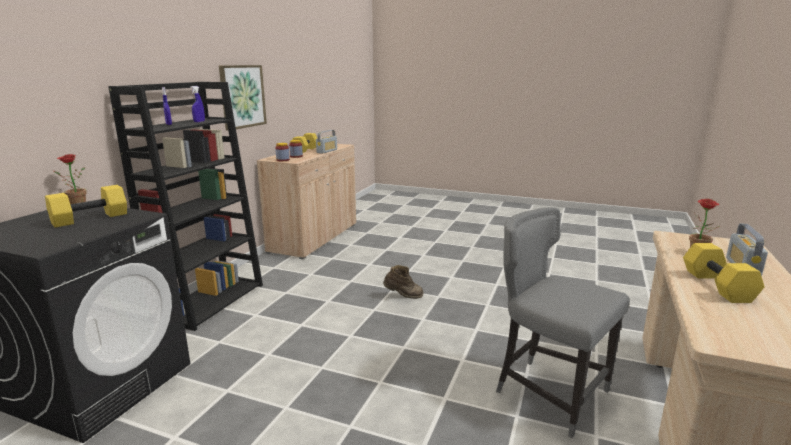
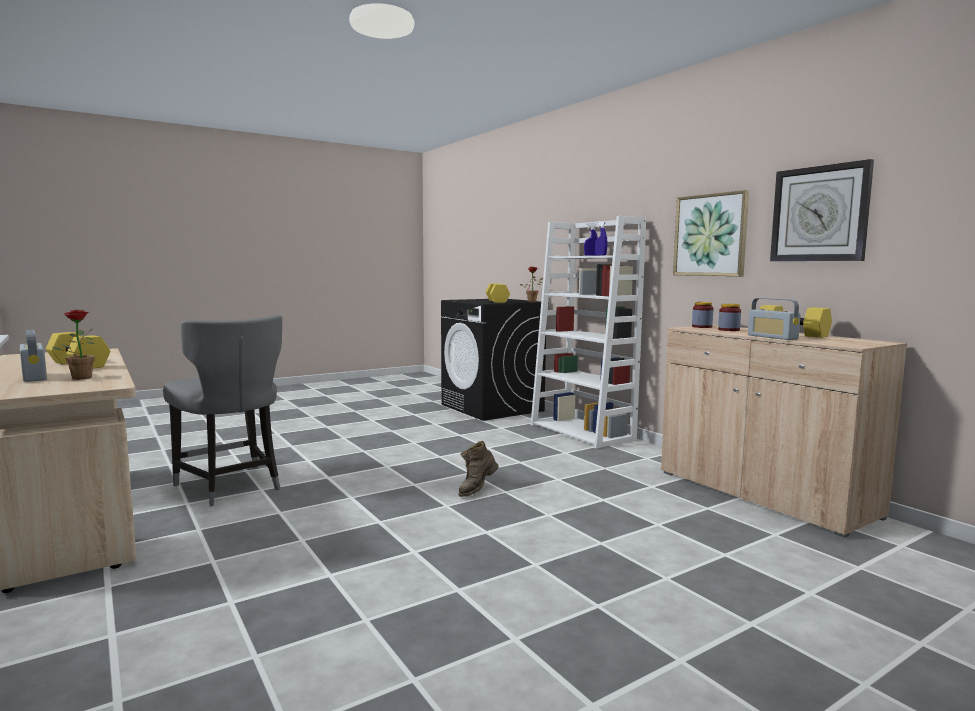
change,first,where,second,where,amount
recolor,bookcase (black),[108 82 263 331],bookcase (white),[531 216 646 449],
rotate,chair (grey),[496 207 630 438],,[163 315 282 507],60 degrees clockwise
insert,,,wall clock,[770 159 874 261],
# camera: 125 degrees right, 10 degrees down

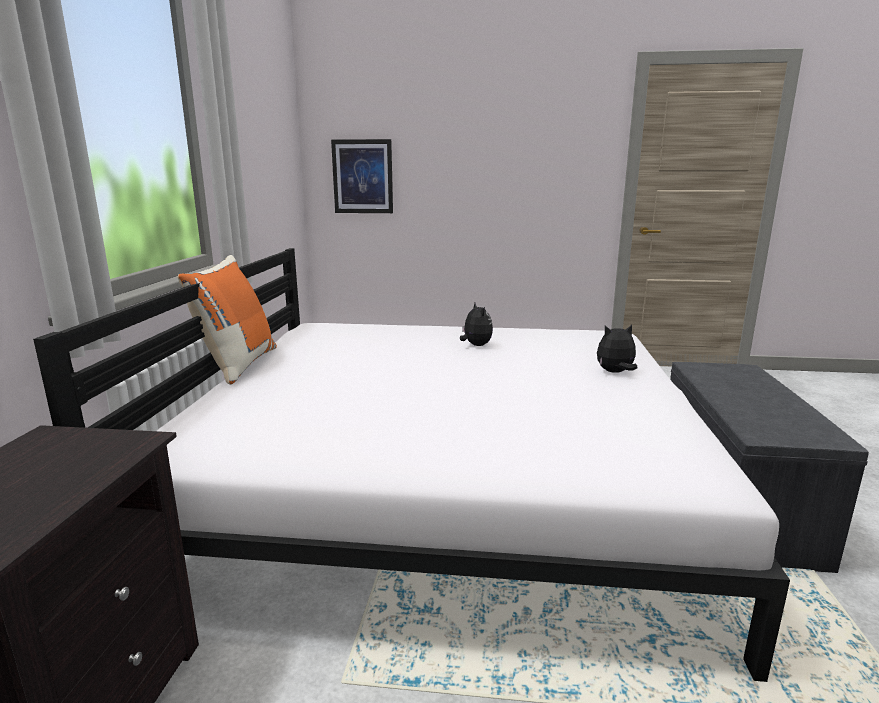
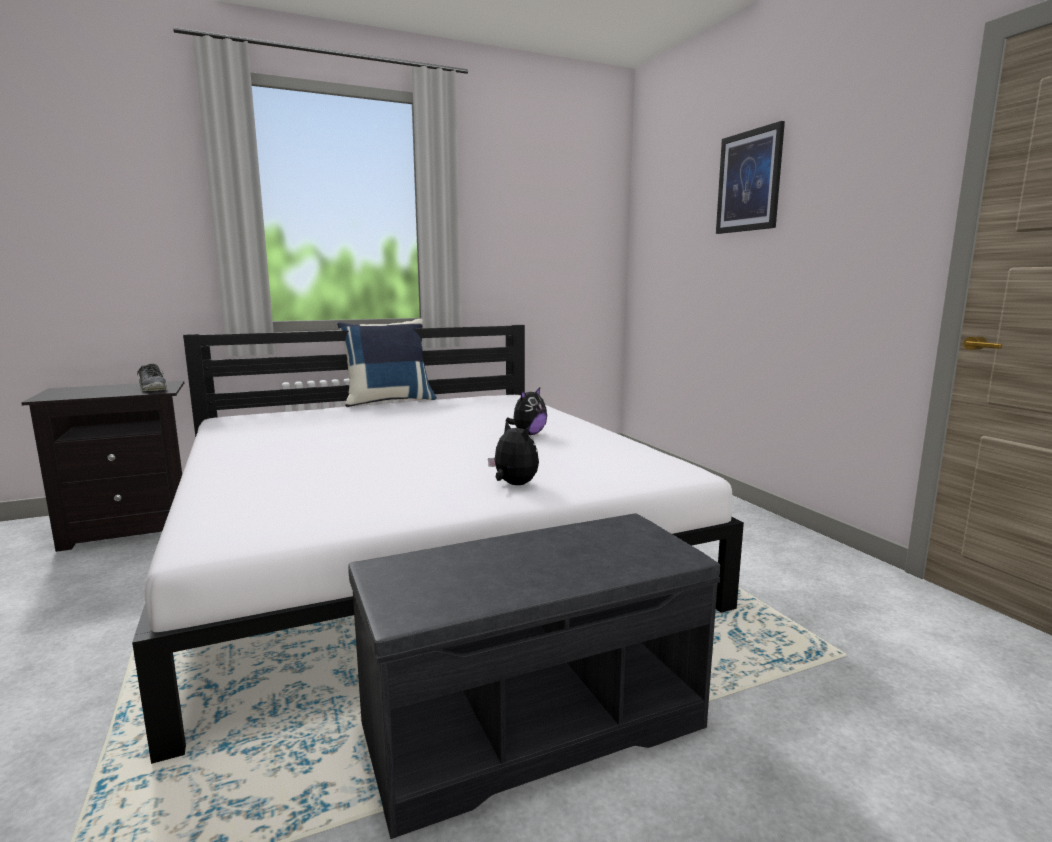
change,first,where,second,where,amount
move,picture,[331 139 393 213],,[716 121 785 234],
recolor,pillow (orange),[178 255 277 385],pillow (blue),[337 319 437 407],
insert,,,shoe,[137 364 167 391],
# camera: 60 degrees right, 5 degrees down

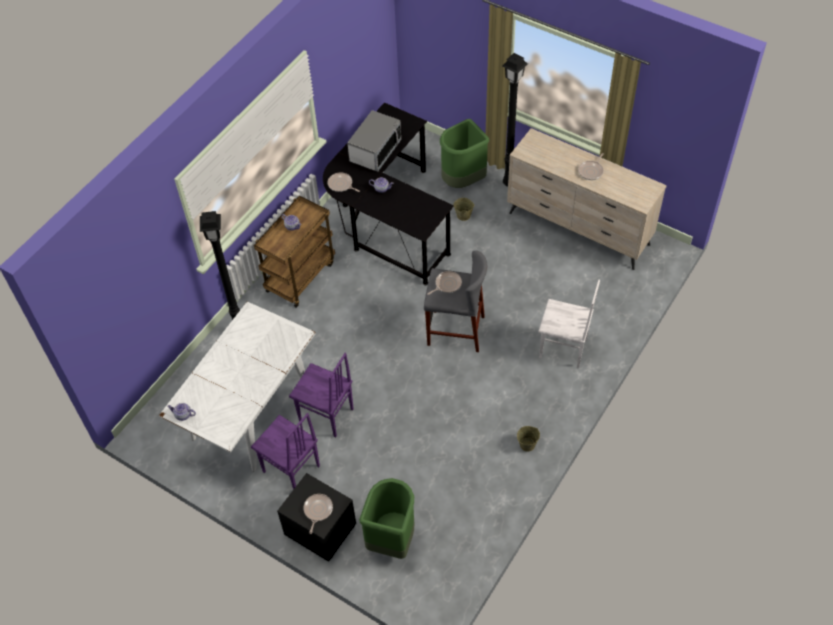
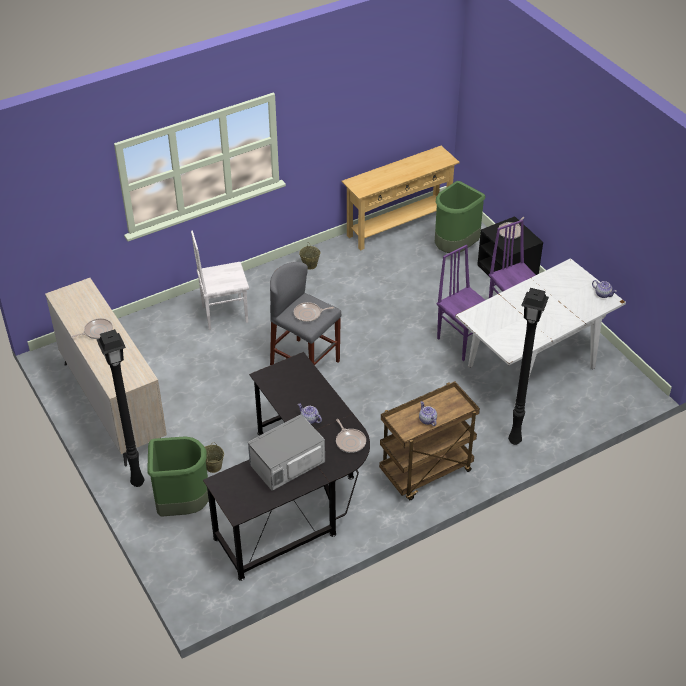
change,first,where,second,where,amount
rotate,chair (white),[538 280 600 368],,[191 231 249 330],60 degrees counterclockwise
insert,,,console table (beige),[342 146 460 251],
# camera: 155 degrees left, 10 degrees down

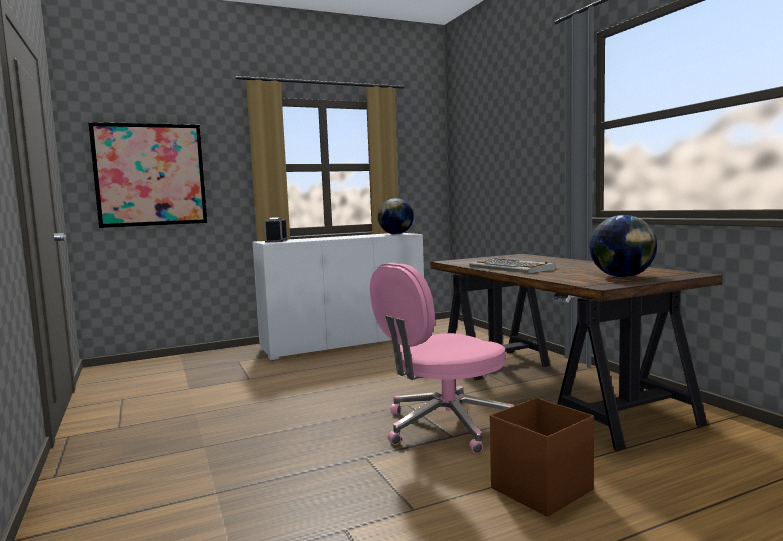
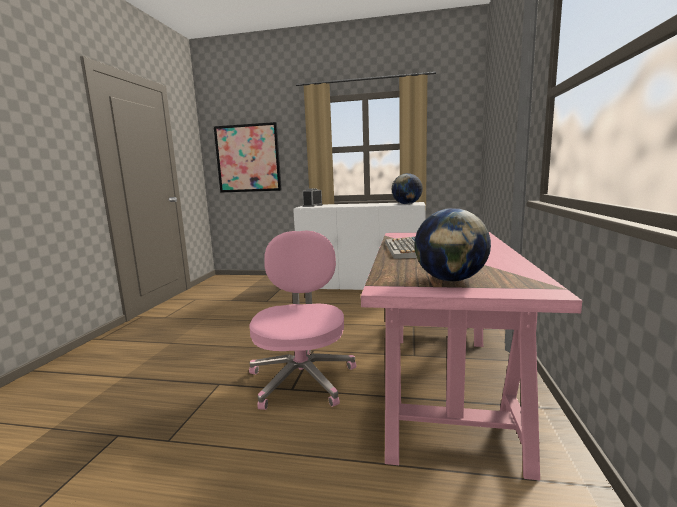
change,first,where,second,where,amount
recolor,desk (brown),[431 254 723 451],desk (pink),[361 232 582 480],
rotate,office chair (pink),[370 262 515 454],,[249 231 356 410],90 degrees clockwise
delete,storage box (brown),[490 398 594 517],,,
# camera: 35 degrees right, 5 degrees up

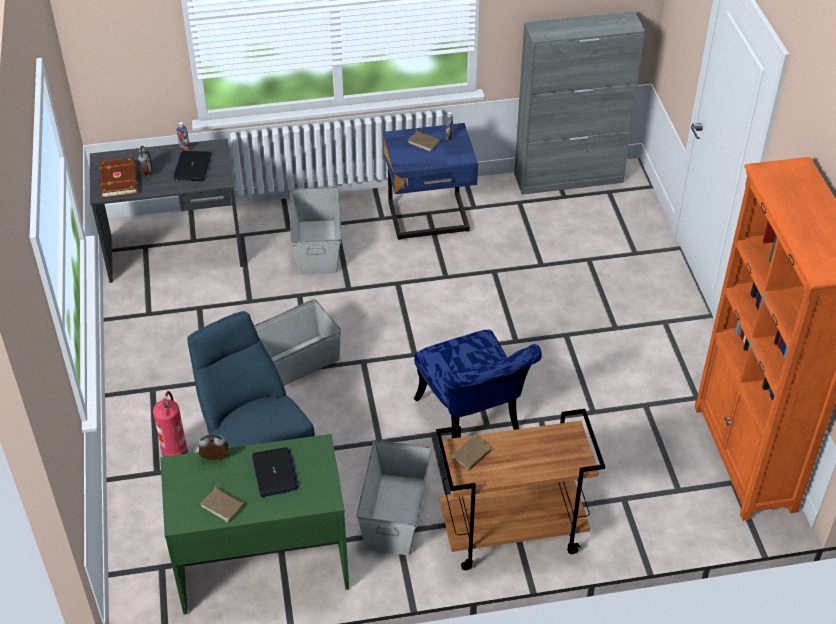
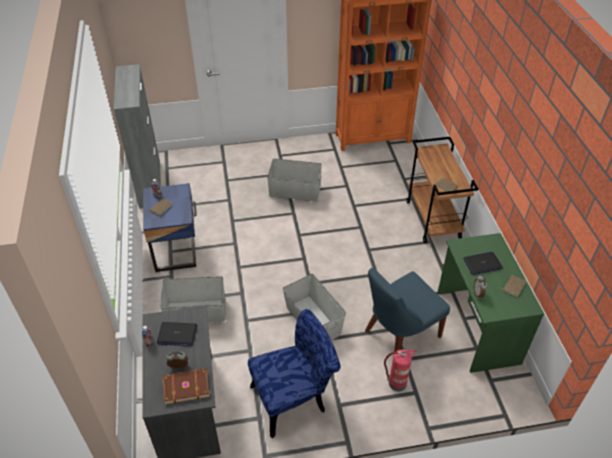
change,first,where,second,where,amount
move,chair (blue),[414 330 542 438],,[248 309 341 438],
move,storage box (grey),[356 440 431 555],,[267 158 322 201],
# camera: 90 degrees left, 0 degrees up

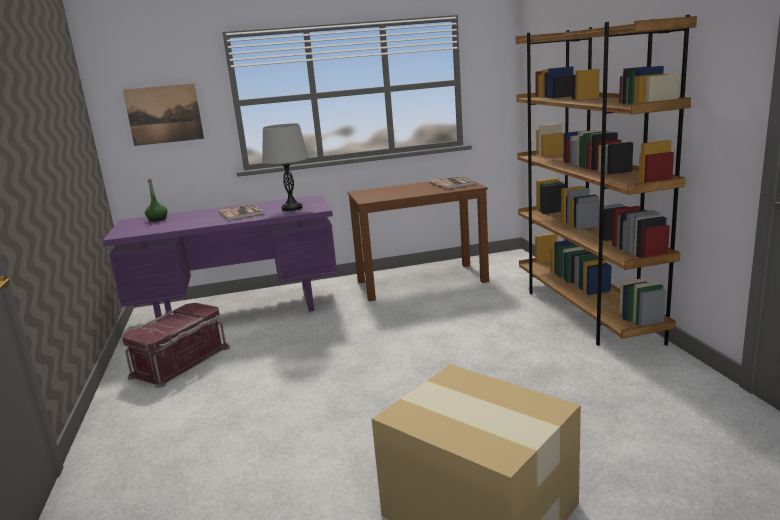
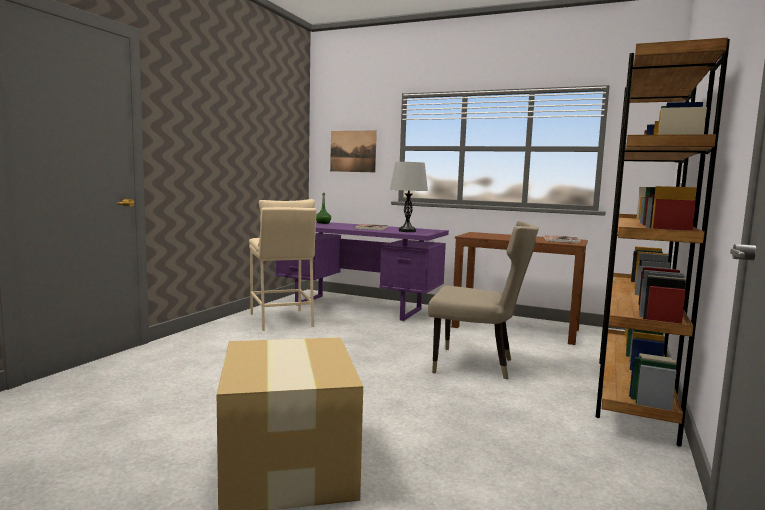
change,first,where,second,where,amount
replace,storage box (red),[122 303 229 388],stool (beige),[249 199 317 331],
insert,,,chair (beige),[428 221 539 379],
# camera: 35 degrees right, 10 degrees down

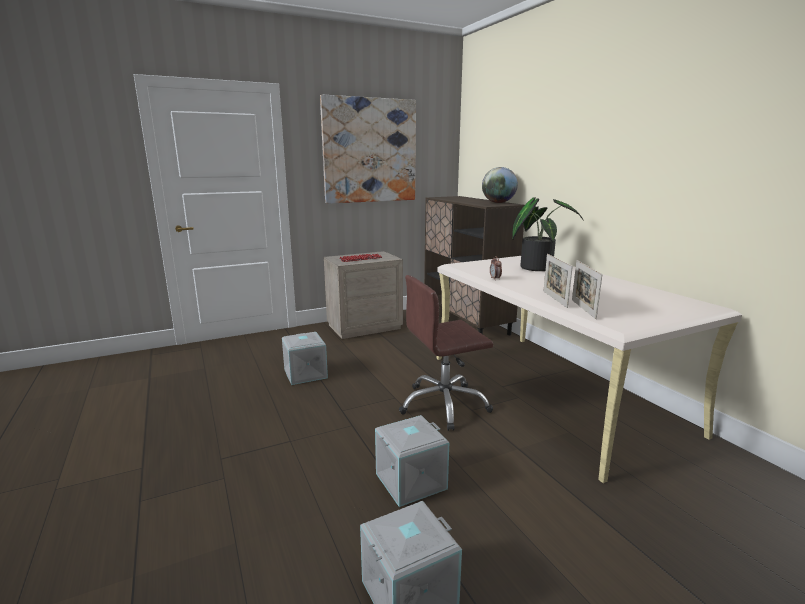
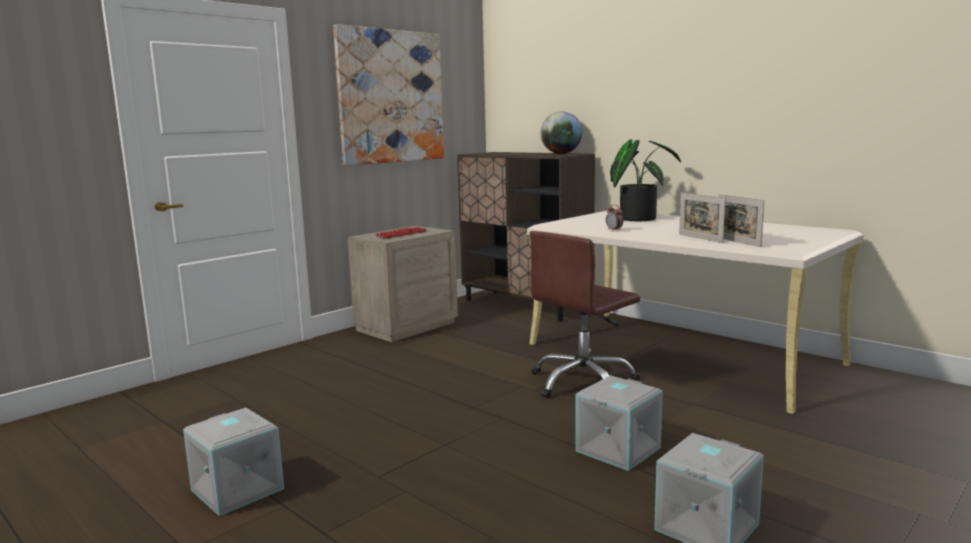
change,first,where,second,where,amount
move,storage box (grey),[282 332 328 385],,[183 408 284 516],
# camera: 20 degrees left, 5 degrees down

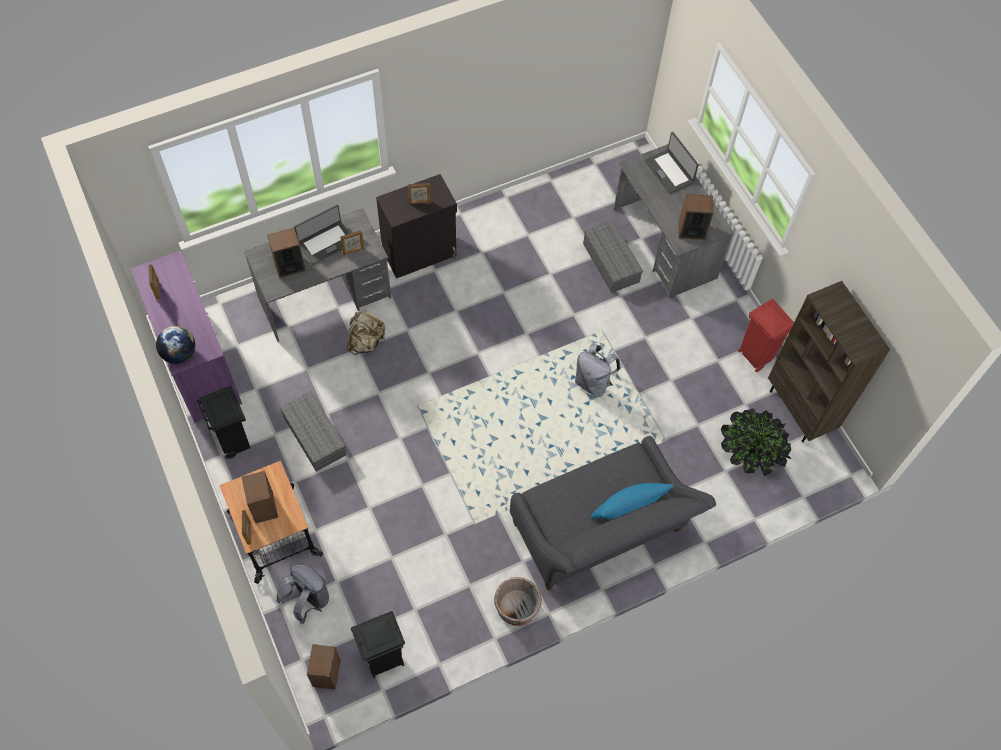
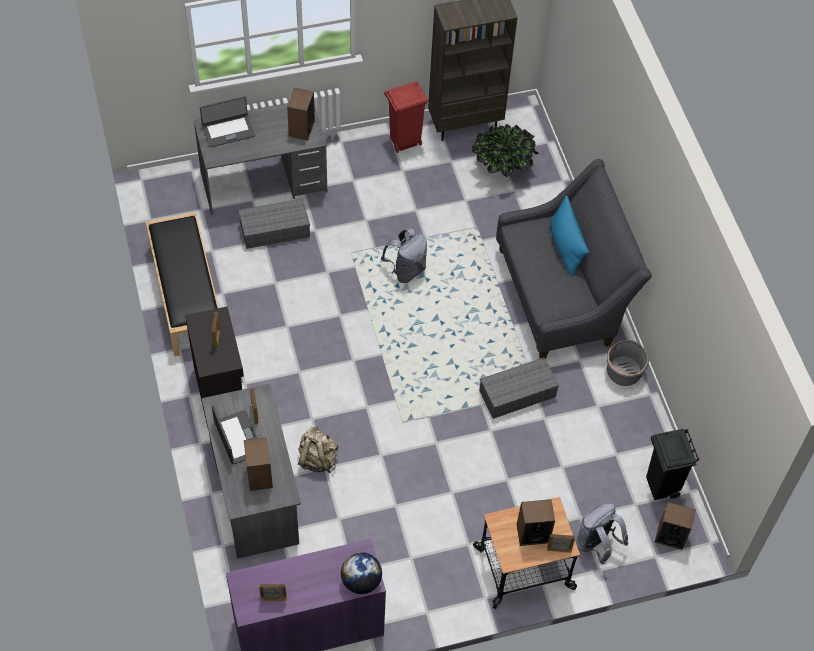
change,first,where,second,where,amount
delete,trash can (black),[197 386 250 459],,,
move,storage box (grey),[280 391 347 472],,[479 357 559 419],
insert,,,bench (black),[146 212 219 357],
# camera: 80 degrees left, 5 degrees down

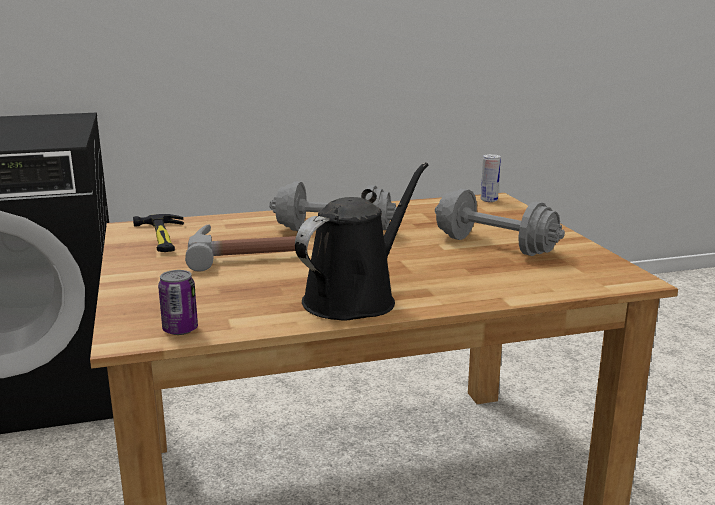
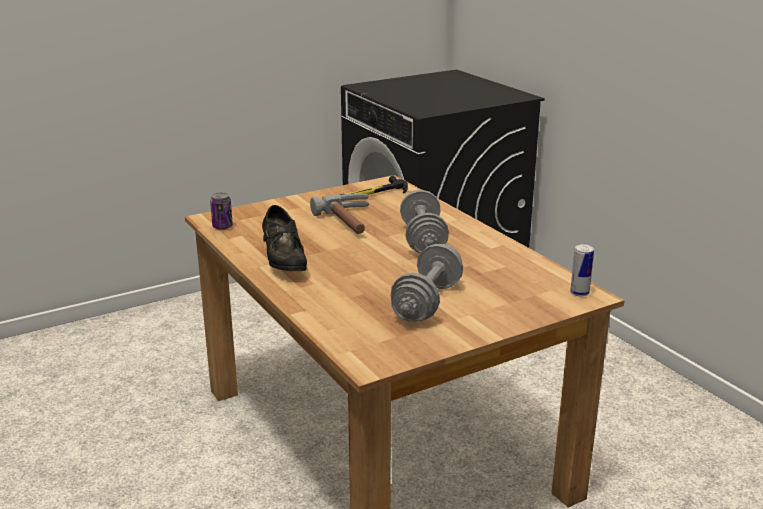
change,first,where,second,where,amount
replace,watering can (black),[295 162 428 321],shoe (black),[262 205 307 271],
# camera: 75 degrees right, 5 degrees up

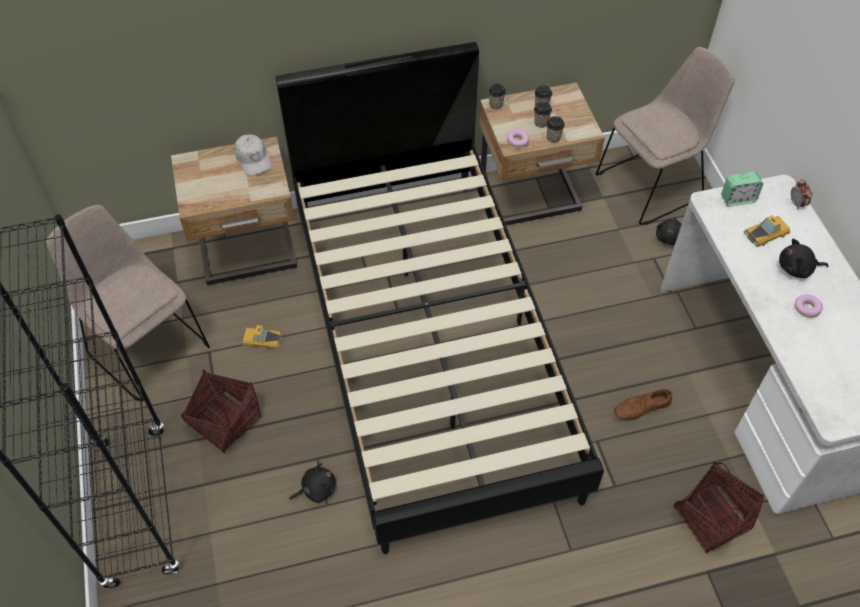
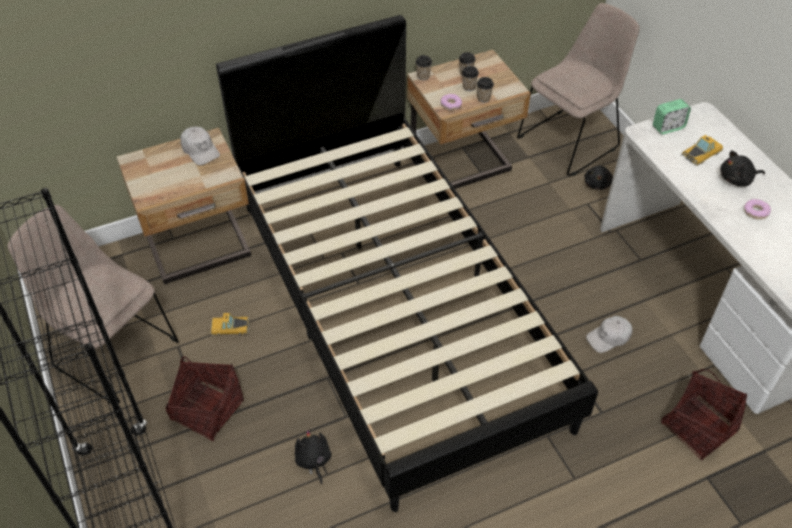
change,first,where,second,where,amount
delete,alarm clock,[791 179 813 208],,,
replace,shoe (brown),[614 389 672 421],cap (white),[586 316 632 353],
rotate,plush toy (black),[289 463 336 503],,[295 430 331 484],75 degrees counterclockwise
# camera: 10 degrees left, 5 degrees down

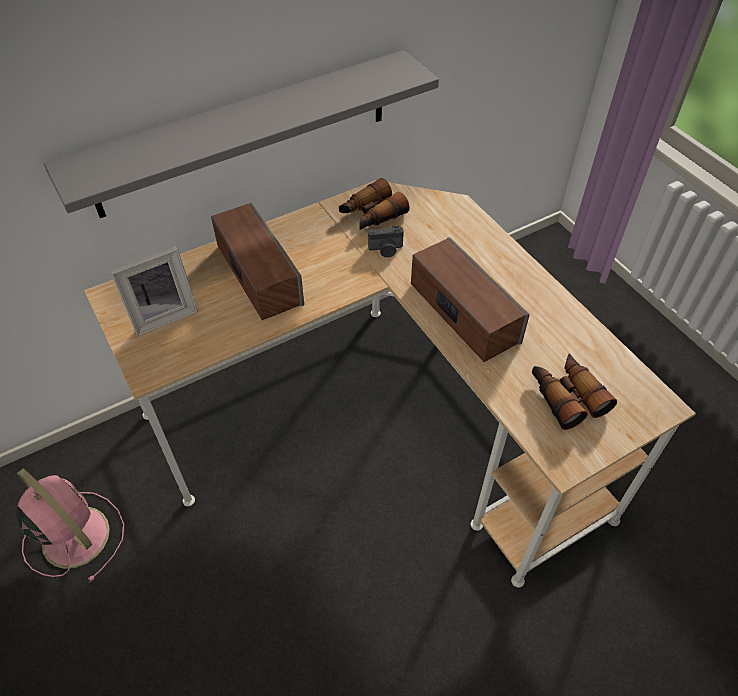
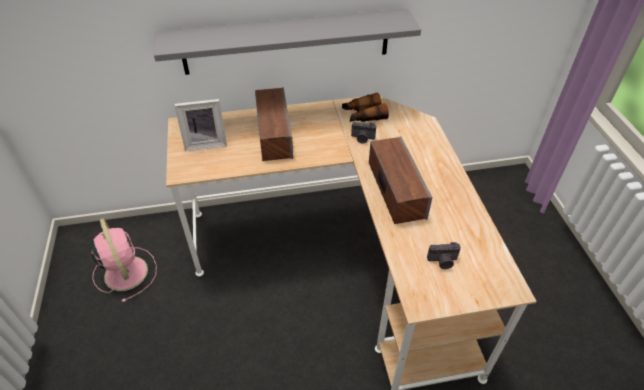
change,first,where,second,where,amount
replace,binoculars,[532 354 617 430],photo camera,[427 242 461 269],
# camera: 20 degrees right, 5 degrees down

